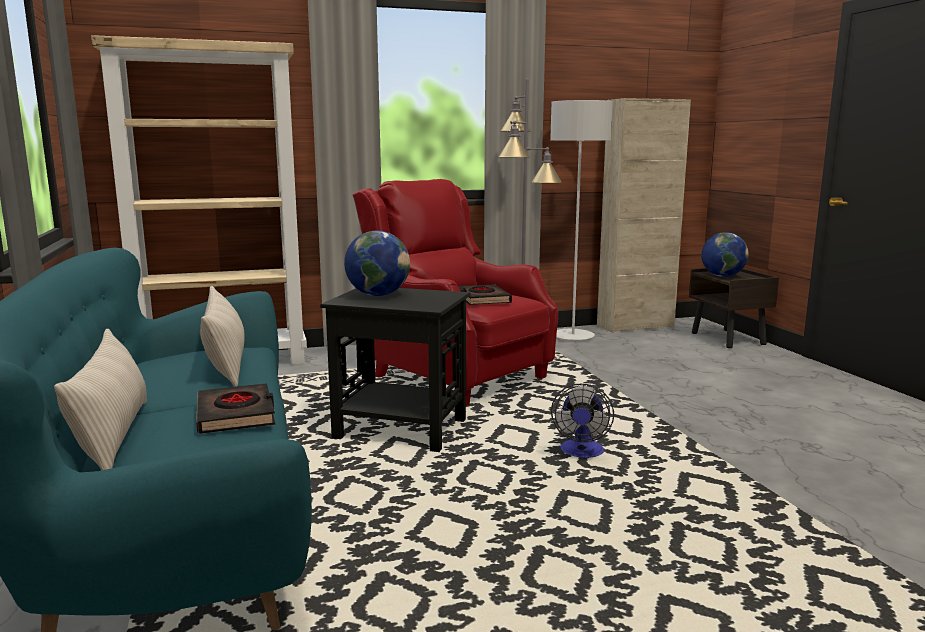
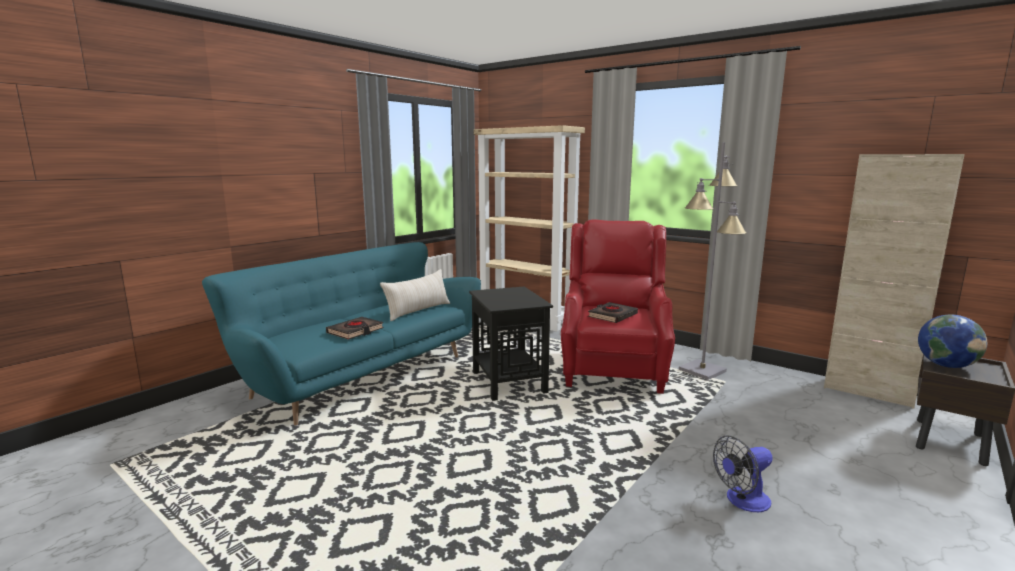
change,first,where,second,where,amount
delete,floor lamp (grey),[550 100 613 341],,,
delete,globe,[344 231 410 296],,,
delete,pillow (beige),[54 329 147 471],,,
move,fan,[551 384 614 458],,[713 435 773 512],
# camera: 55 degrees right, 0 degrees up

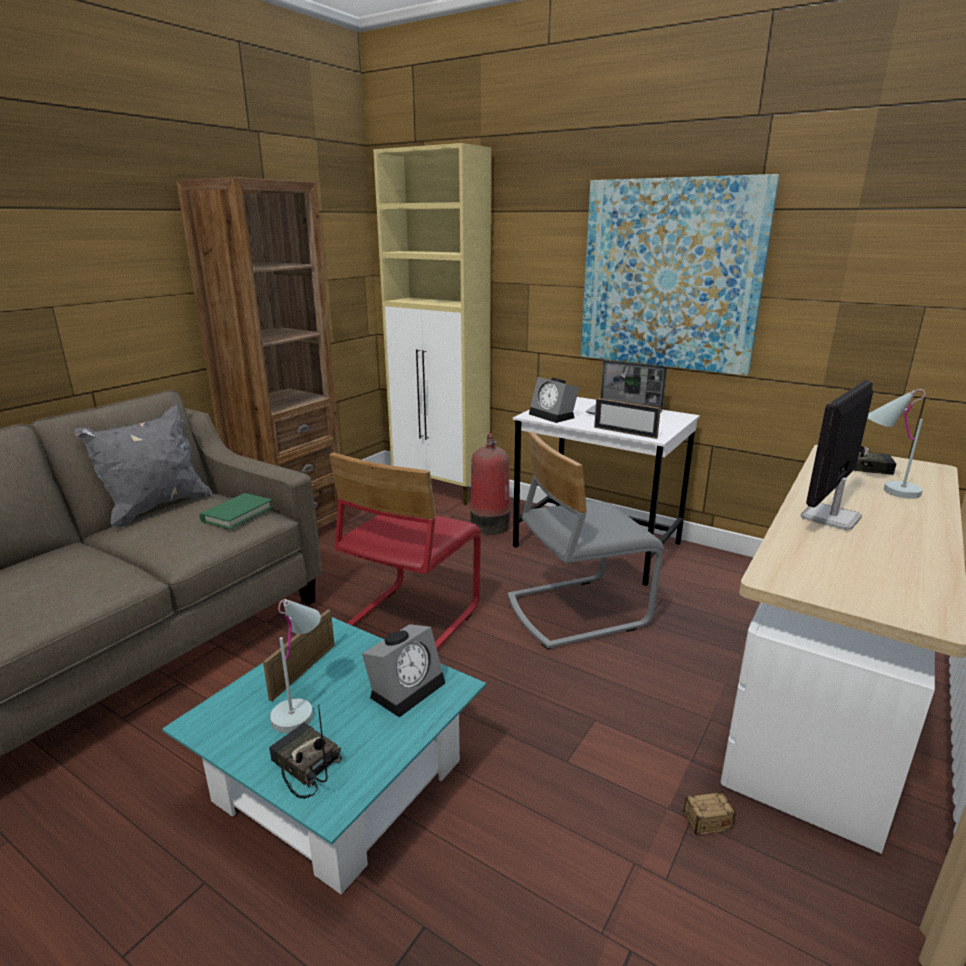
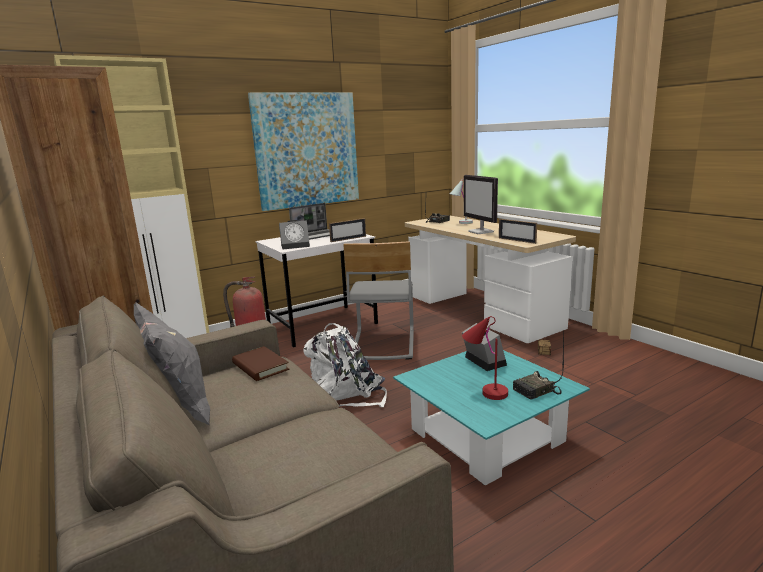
change,first,where,second,where,amount
replace,chair (red),[329 453 481 650],backpack (white),[303 323 387 407],
recolor,book (green),[200 493 273 530],book (brown),[232 346 289 381],
recolor,table lamp (white),[270 599 321 733],table lamp (red),[462 316 508 400],
move,picture frame,[263 609 335 702],,[499 219 537 244],
# camera: 65 degrees left, 5 degrees down

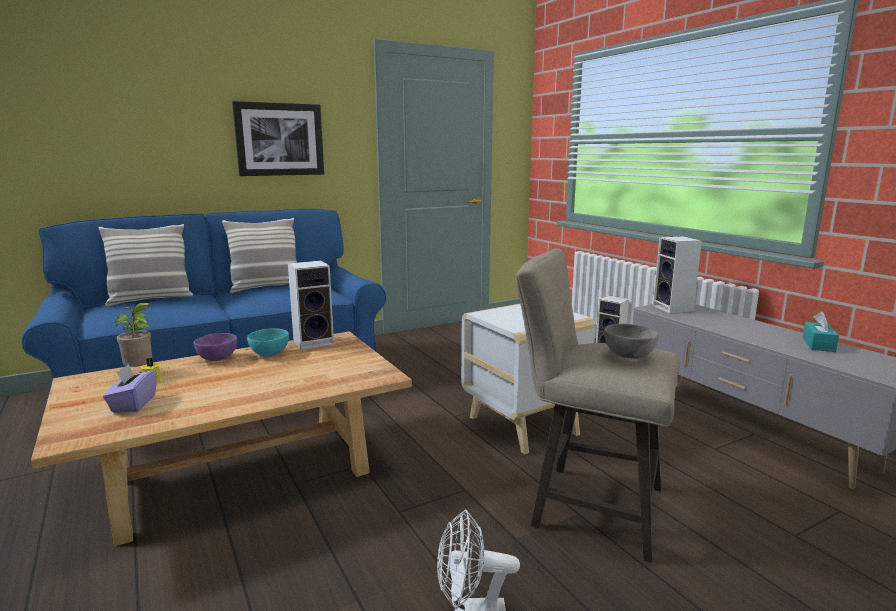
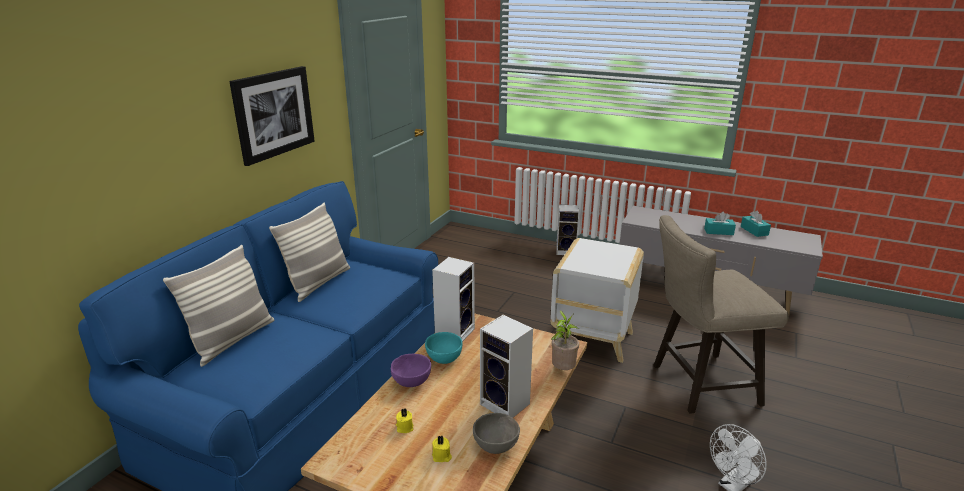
change,first,where,second,where,amount
move,speaker,[653 236 702 314],,[480 315 533 418],
move,potted plant,[115 303 152 367],,[551 310 579 370],
move,bowl (grey),[604 324 659 359],,[473 413 520 454],
replace,tissue box (purple),[103 364 157 413],candle (yellow),[432 435 452 462],
insert,,,tissue box (turquoise),[704 212 736 235],
# camera: 35 degrees left, 10 degrees up

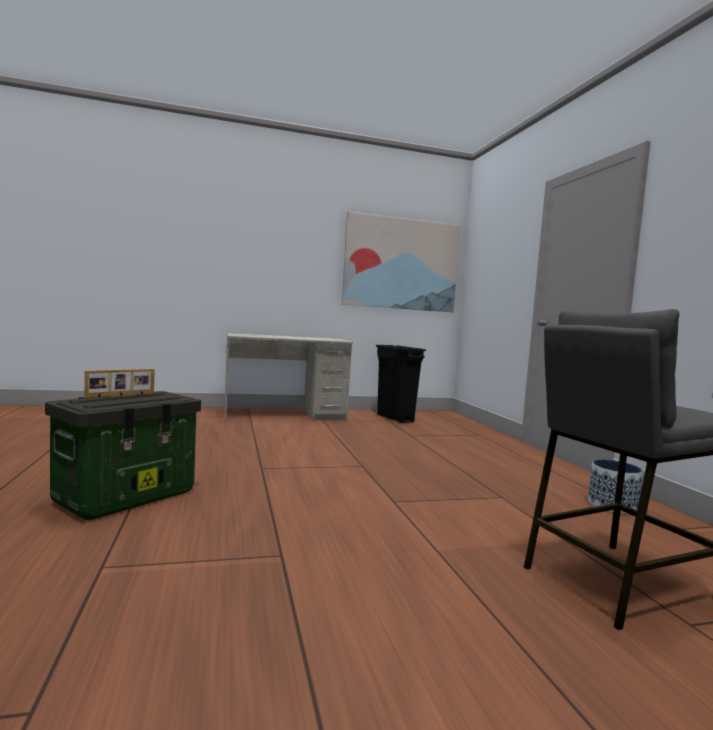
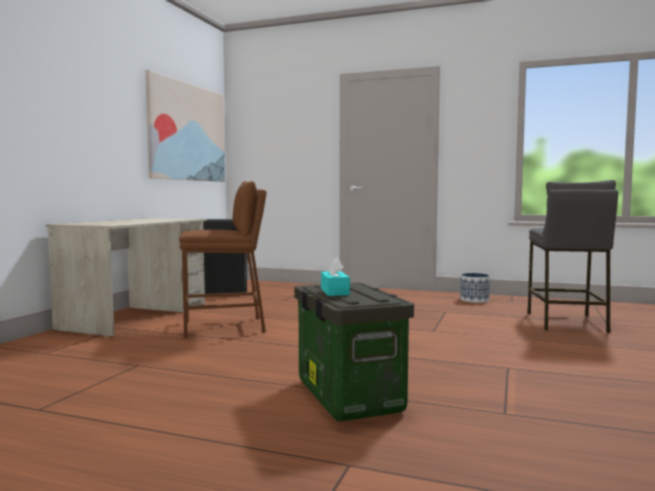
change,first,where,second,where,amount
replace,picture frame,[84 369 155 398],tissue box (turquoise),[321 257 350 296],
insert,,,stool (brown),[179 181 267 338],
# camera: 55 degrees left, 0 degrees up

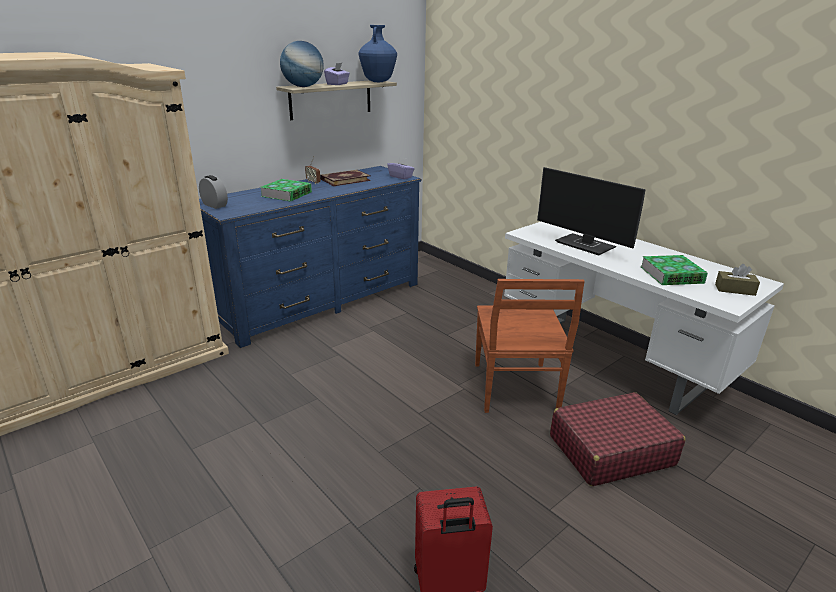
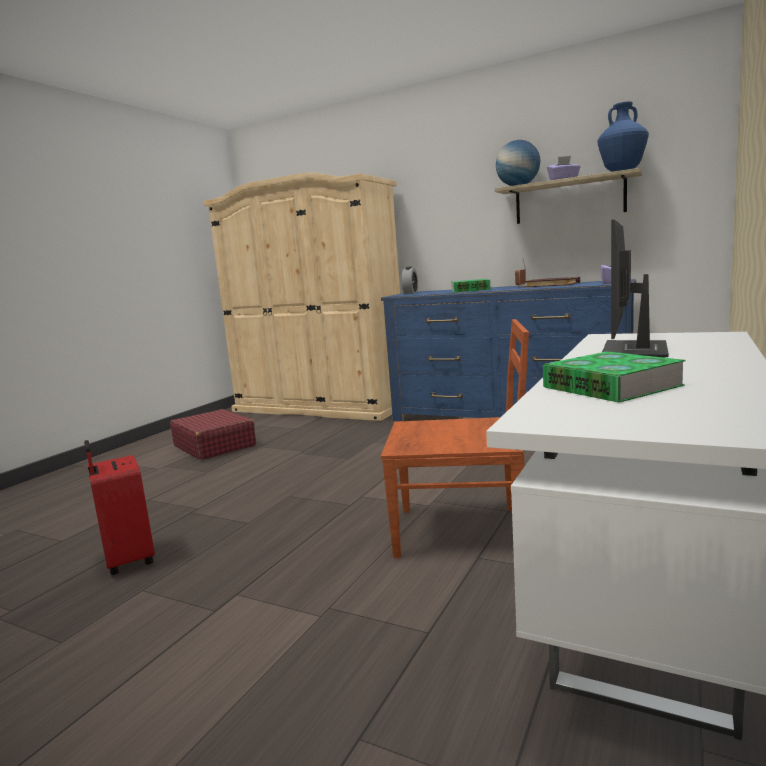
change,first,where,second,where,amount
delete,tissue box (brown),[715 264 760 296],,,
rotate,chair (brown),[475 279 585 413],,[381 319 529 558],150 degrees counterclockwise
move,suitcase (red),[550 392 686 486],,[170 409 256 460],
# camera: 70 degrees right, 15 degrees down

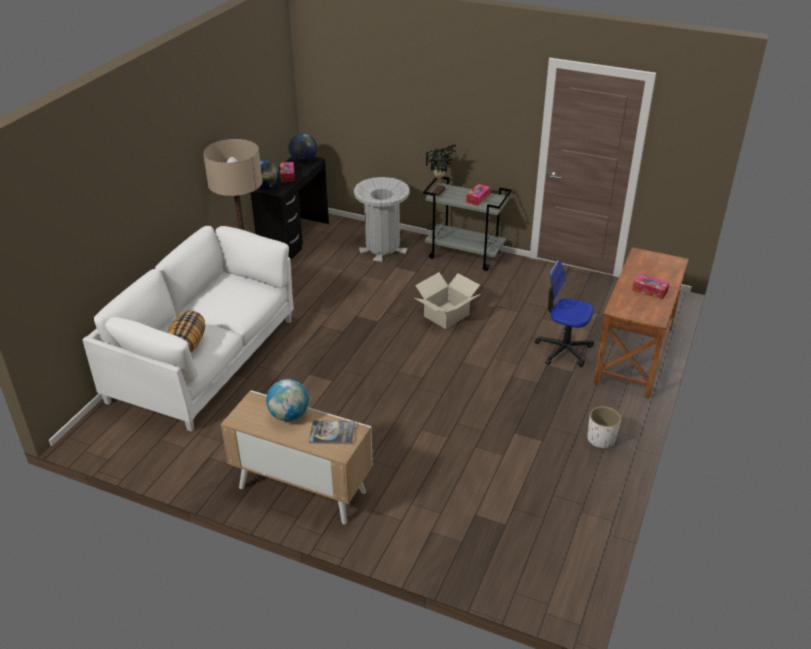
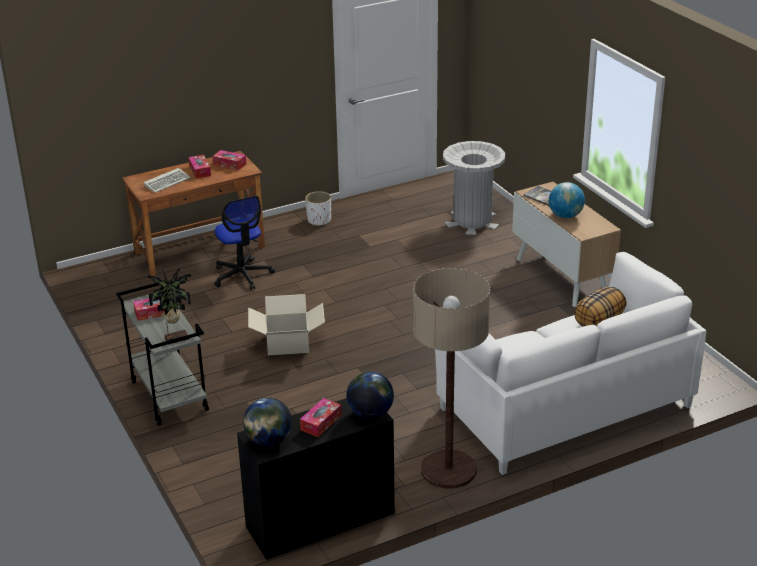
change,first,where,second,where,amount
move,trash can (grey),[354 177 410 262],,[443 141 505 235],
insert,,,tissue box,[213 150 247 170],
insert,,,keyboard,[143 168 191 193],
# camera: 140 degrees left, 5 degrees down

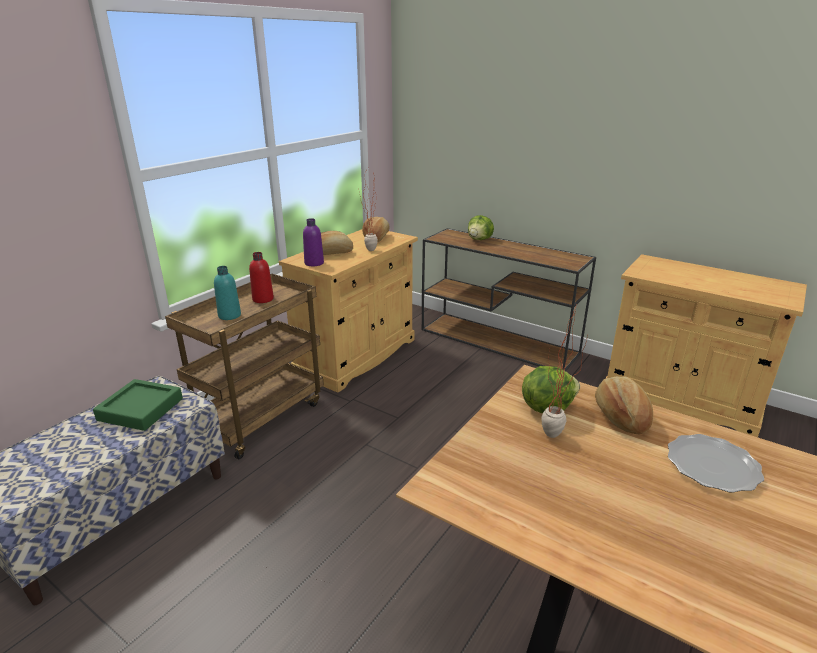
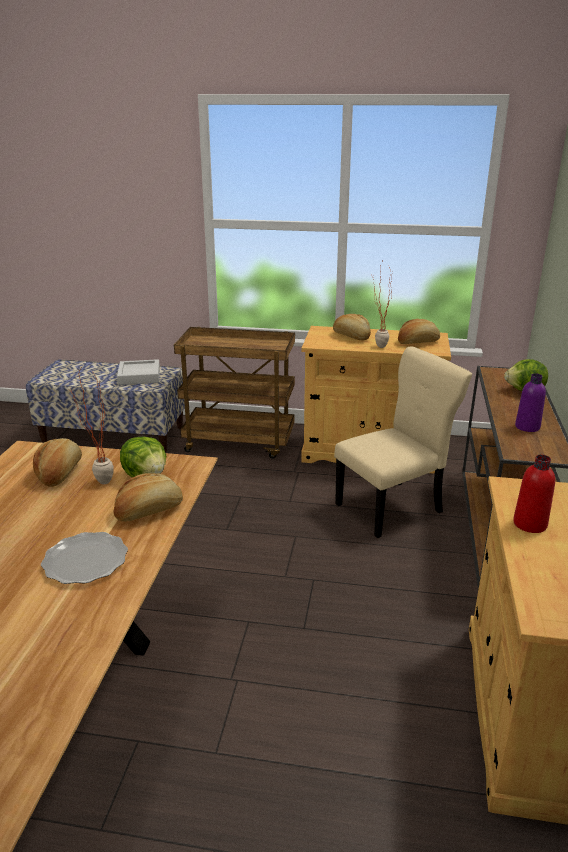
change,first,where,second,where,amount
move,bottle (purple),[303 218 324 266],,[515 373 546 432],
move,bottle (red),[249 252 274 303],,[513 455 555 533],
delete,bottle (turquoise),[214 266 241 320],,,
recolor,tray (green),[93 379 183 431],tray (grey),[117 359 160 385],
insert,,,chair (beige),[334 346 472 538],
insert,,,bread,[33 438 82 487],
# camera: 65 degrees right, 0 degrees up

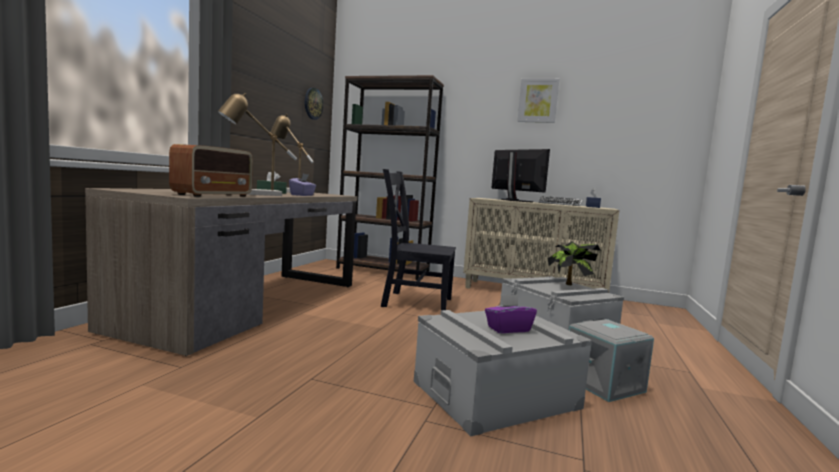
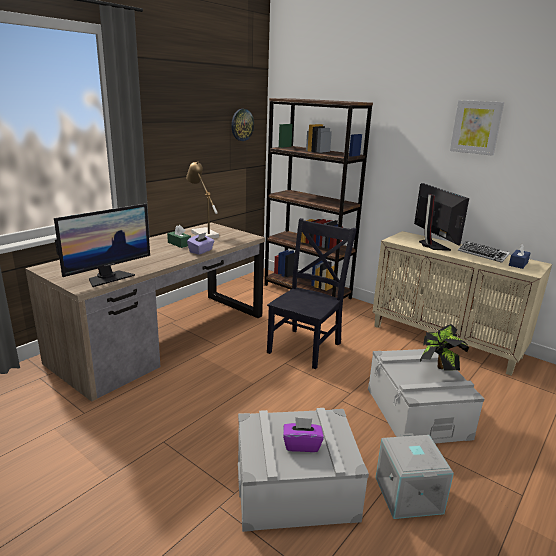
change,first,where,second,where,amount
delete,table lamp,[218 93 297 196],,,
replace,radio,[169 144 253 197],monitor,[54 204 150 287],
rotate,chair (black),[381 169 456 311],,[267 218 357 369],90 degrees clockwise
# camera: 20 degrees right, 15 degrees up

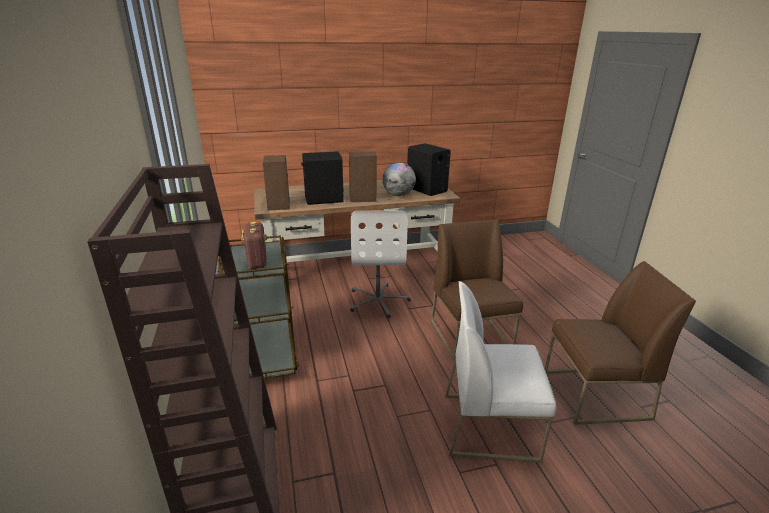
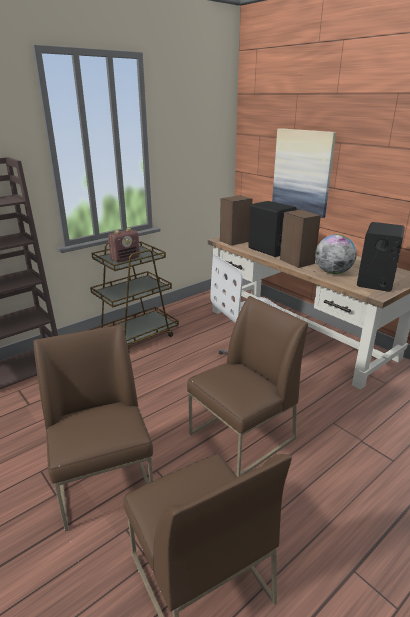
change,first,where,second,where,amount
recolor,chair (white),[445 281 556 463],chair (brown),[33 325 153 531],
insert,,,picture,[272 128 336 218],
# camera: 65 degrees right, 0 degrees up

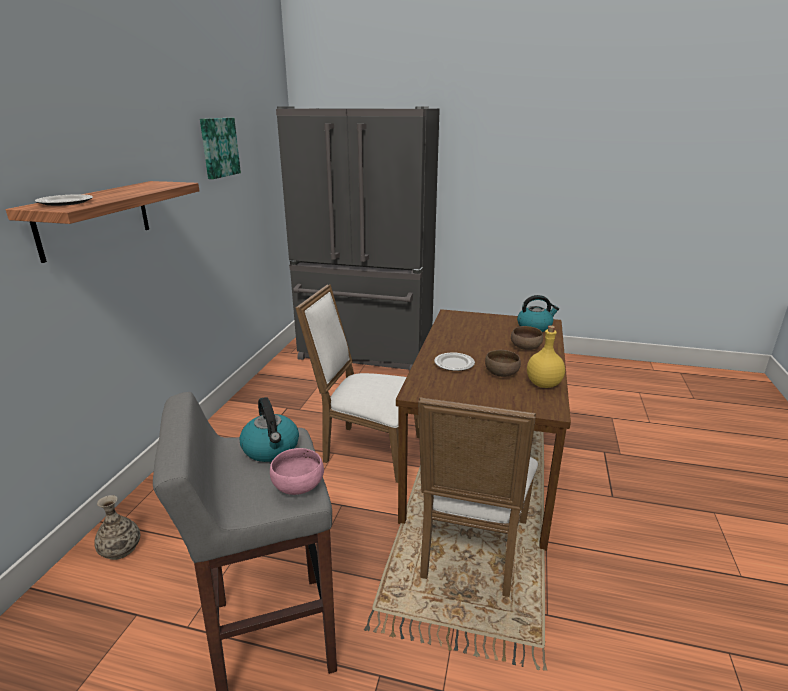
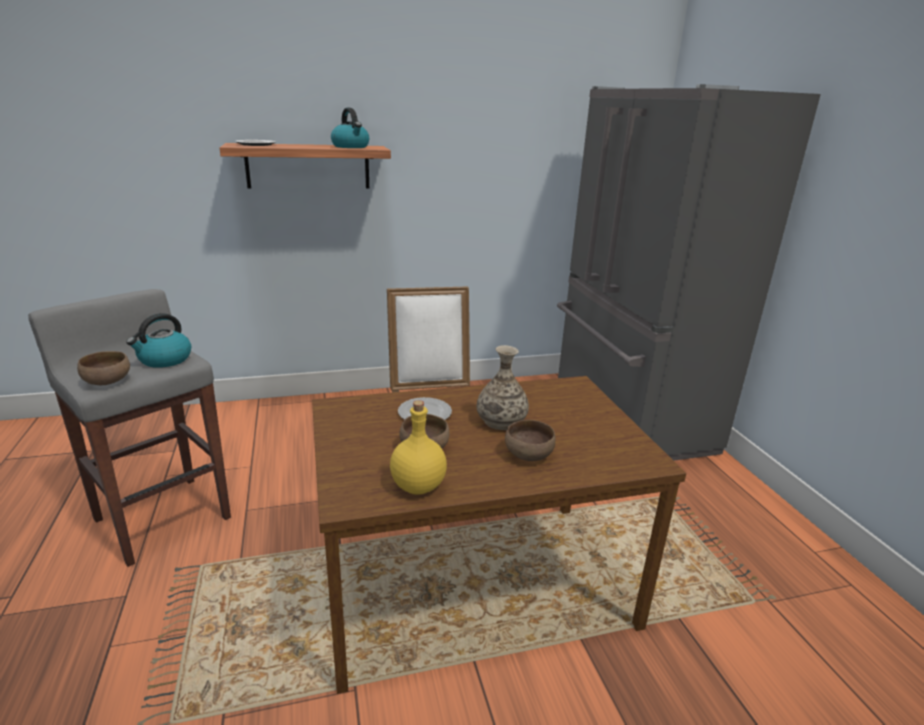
change,first,where,second,where,amount
delete,picture,[200 118 241 179],,,
move,kettle,[517 295 559 332],,[331 108 369 148],
delete,chair (white),[418 397 538 597],,,
recolor,bowl (pink),[270 448 324 495],bowl (brown),[77 351 130 385],
move,vase,[94 495 140 560],,[477 345 529 430],
# camera: 60 degrees right, 0 degrees up

